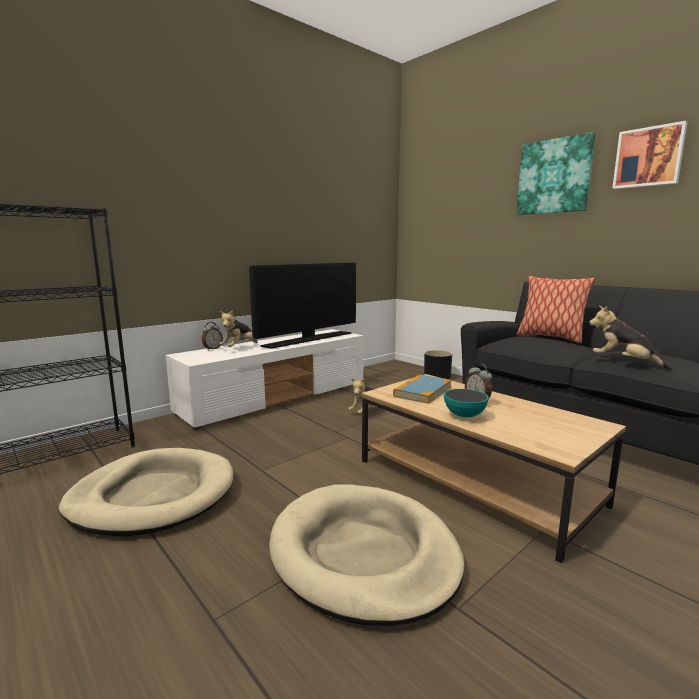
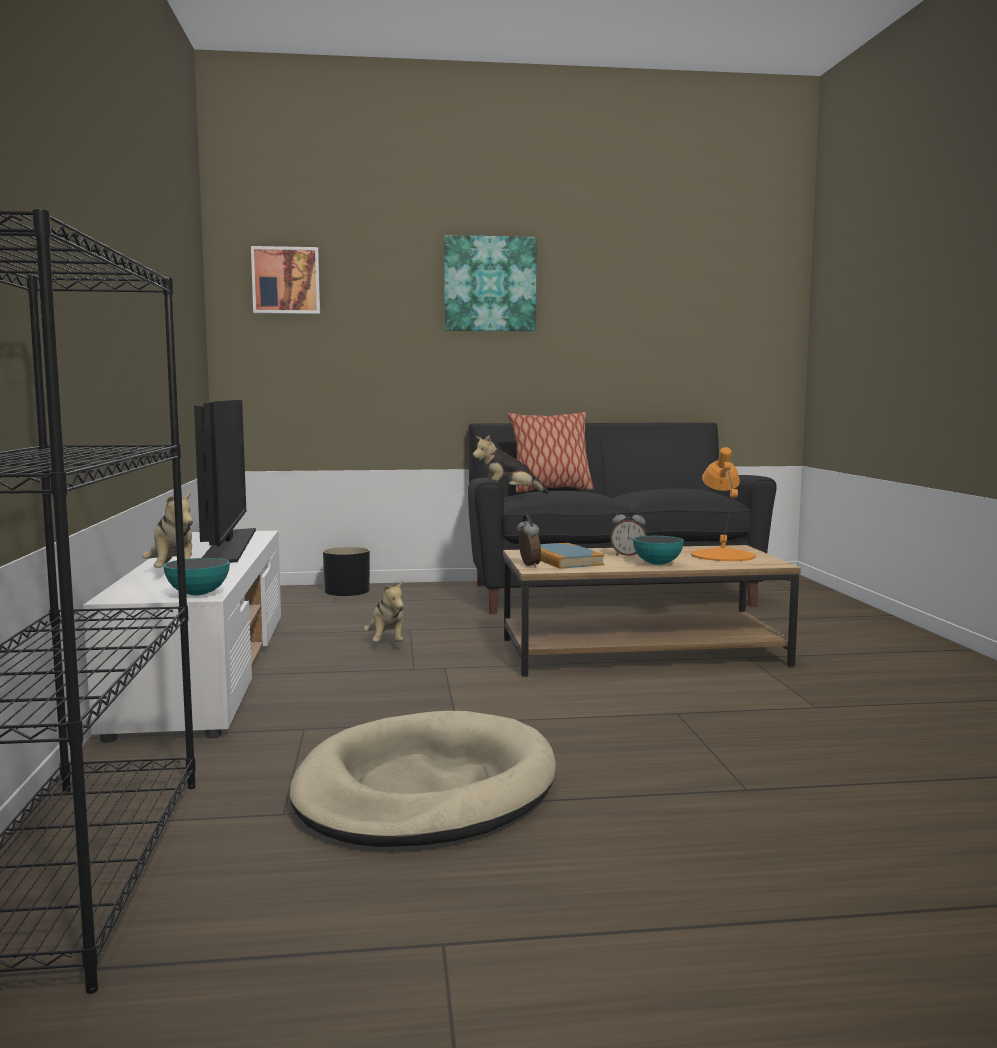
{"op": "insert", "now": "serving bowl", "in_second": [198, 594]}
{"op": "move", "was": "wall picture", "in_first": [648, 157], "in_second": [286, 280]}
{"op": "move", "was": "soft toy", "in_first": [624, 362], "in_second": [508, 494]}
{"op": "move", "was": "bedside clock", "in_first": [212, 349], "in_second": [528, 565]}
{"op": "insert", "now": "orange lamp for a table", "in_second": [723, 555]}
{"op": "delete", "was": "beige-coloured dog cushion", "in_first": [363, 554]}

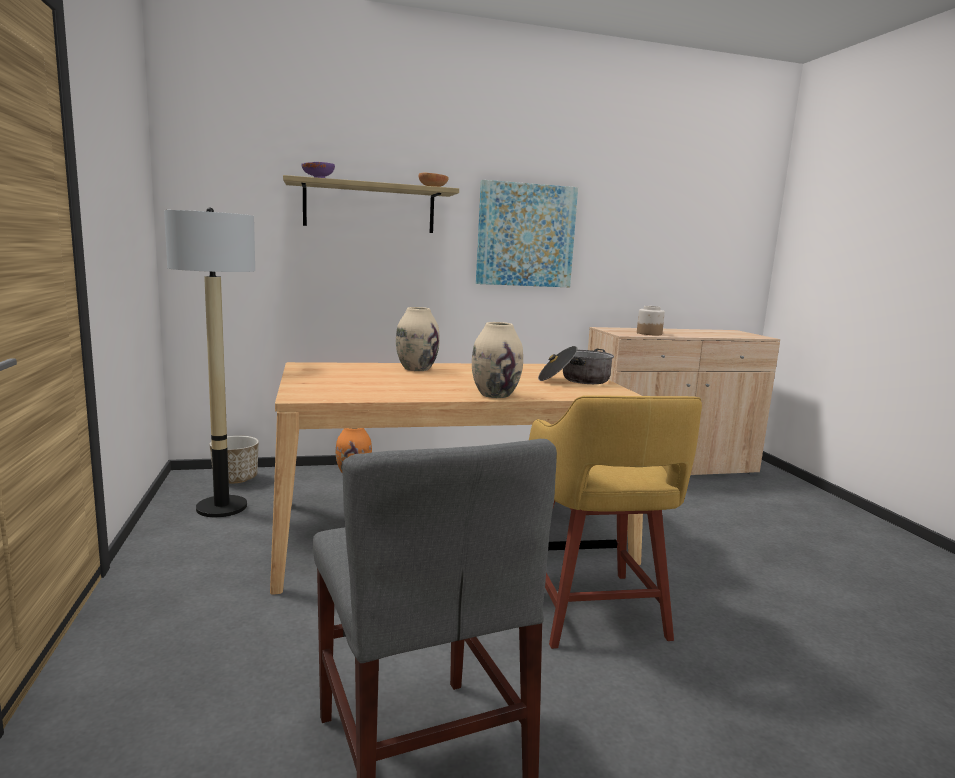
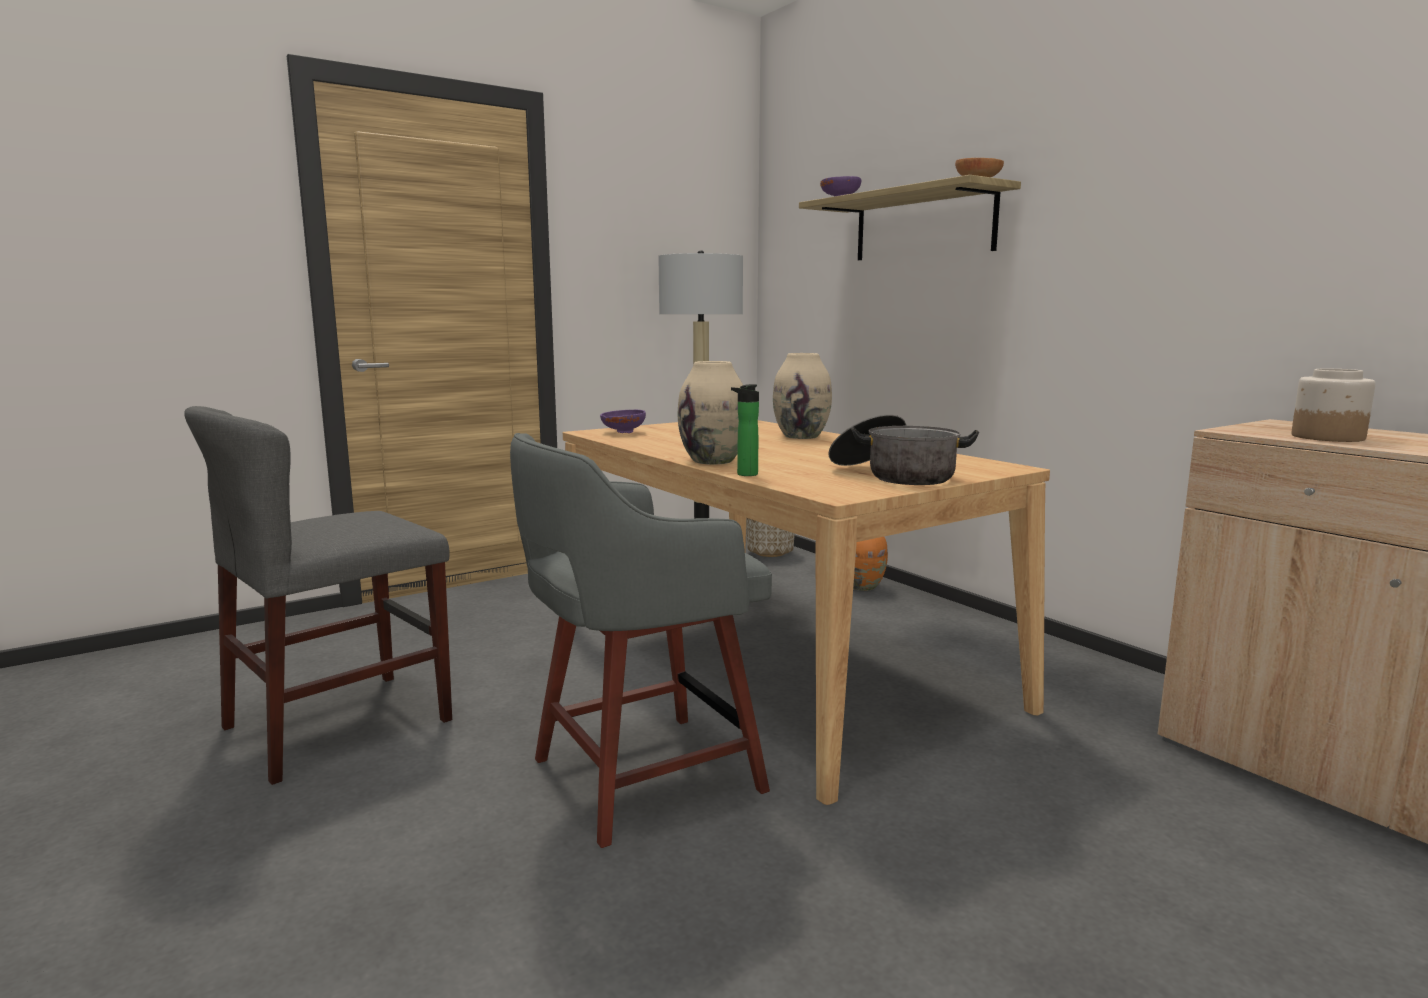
{"op": "recolor", "was": "yellow-coloured stool", "now": "greyish stool", "in_first": [592, 611], "in_second": [639, 776]}
{"op": "insert", "now": "purple-coloured serving bowl", "in_second": [622, 432]}
{"op": "insert", "now": "beverage bottle", "in_second": [745, 475]}
{"op": "delete", "was": "wall picture", "in_first": [525, 235]}

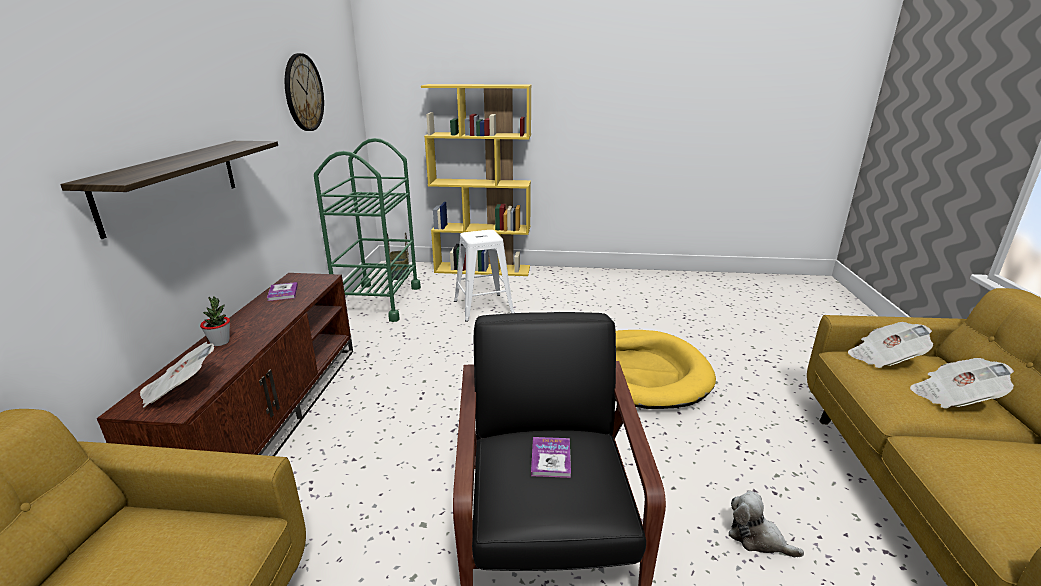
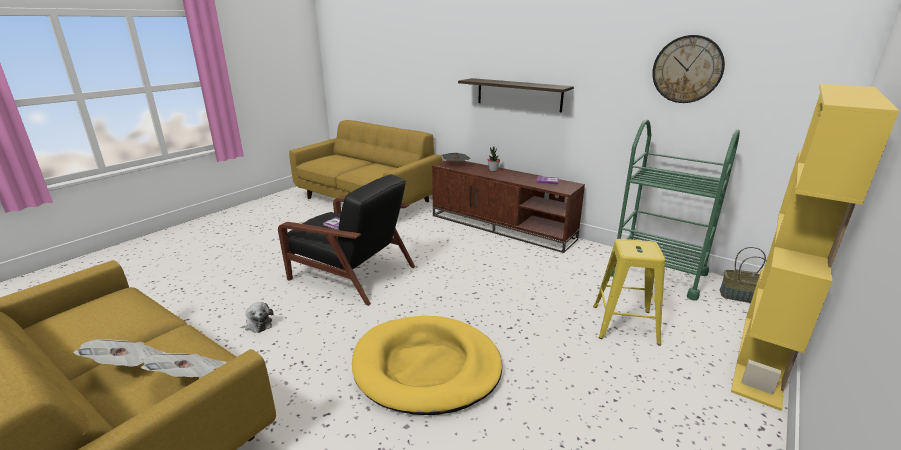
{"op": "rotate", "was": "soft toy", "in_first": [757, 538], "in_second": [258, 323], "clockwise": 75}
{"op": "recolor", "was": "white stool", "now": "yellow-coloured stool", "in_first": [484, 306], "in_second": [626, 324]}

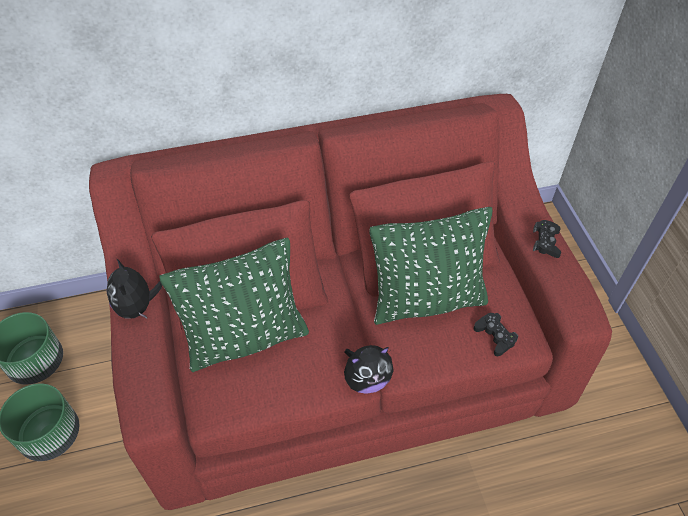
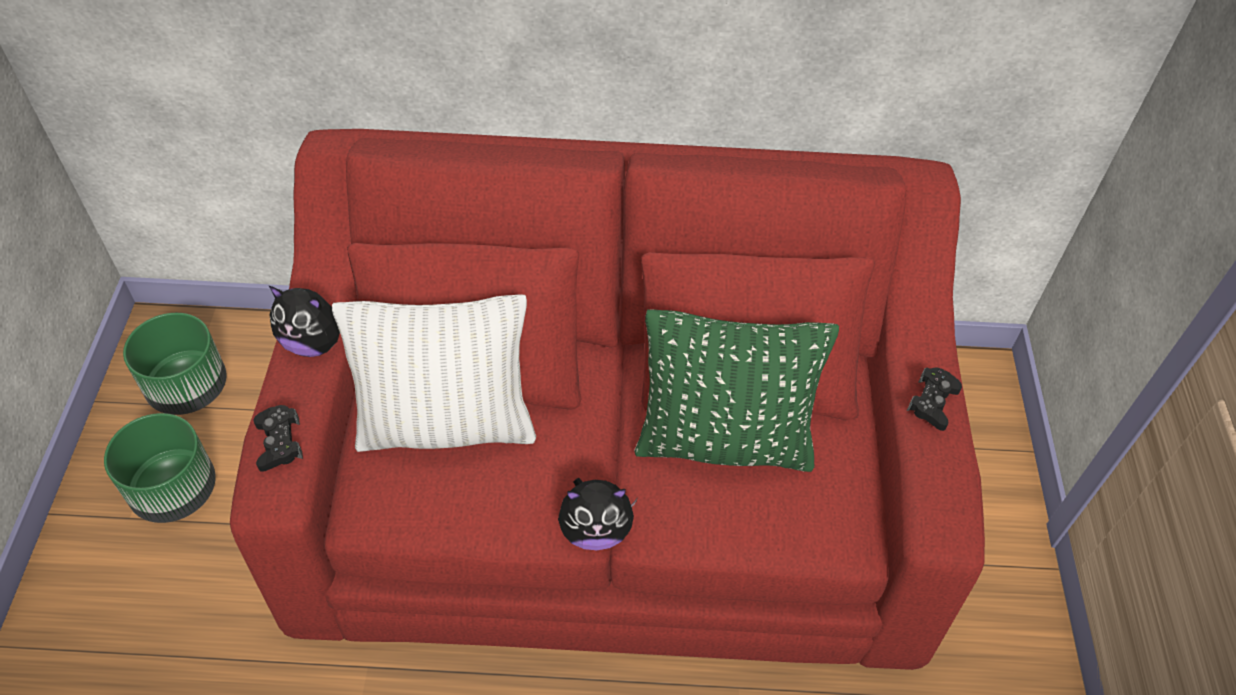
{"op": "move", "was": "black-coloured game controller", "in_first": [495, 336], "in_second": [279, 443]}
{"op": "rotate", "was": "soft toy", "in_first": [138, 307], "in_second": [314, 342], "clockwise": -75}
{"op": "recolor", "was": "green-coloured pillow", "now": "white pillow", "in_first": [246, 338], "in_second": [447, 425]}

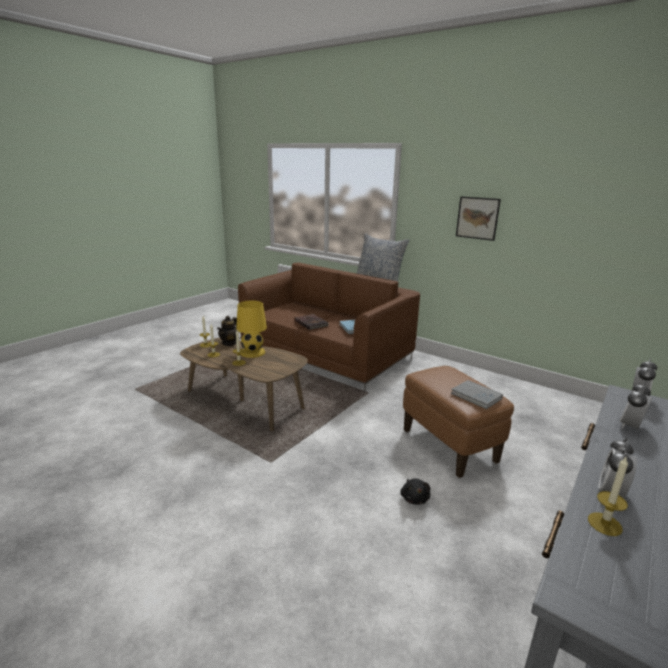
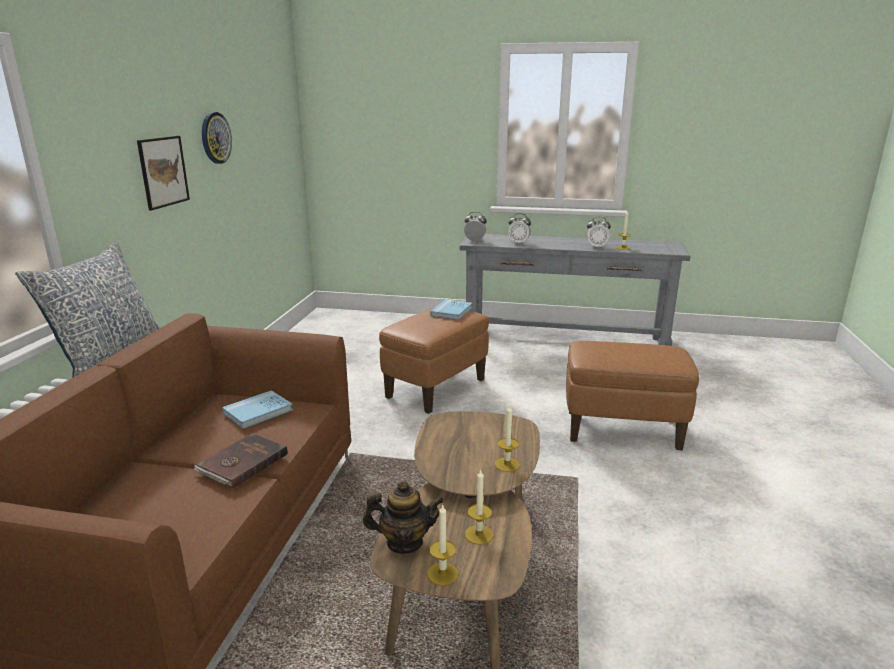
{"op": "insert", "now": "hanging clock", "in_second": [215, 138]}
{"op": "recolor", "was": "greyish volume", "now": "blue-coloured volume", "in_first": [476, 396], "in_second": [451, 311]}
{"op": "insert", "now": "brown-coloured pouffe", "in_second": [623, 430]}
{"op": "delete", "was": "yellow-coloured lamp for a table", "in_first": [253, 352]}
{"op": "delete", "was": "black-coloured soft toy", "in_first": [414, 498]}

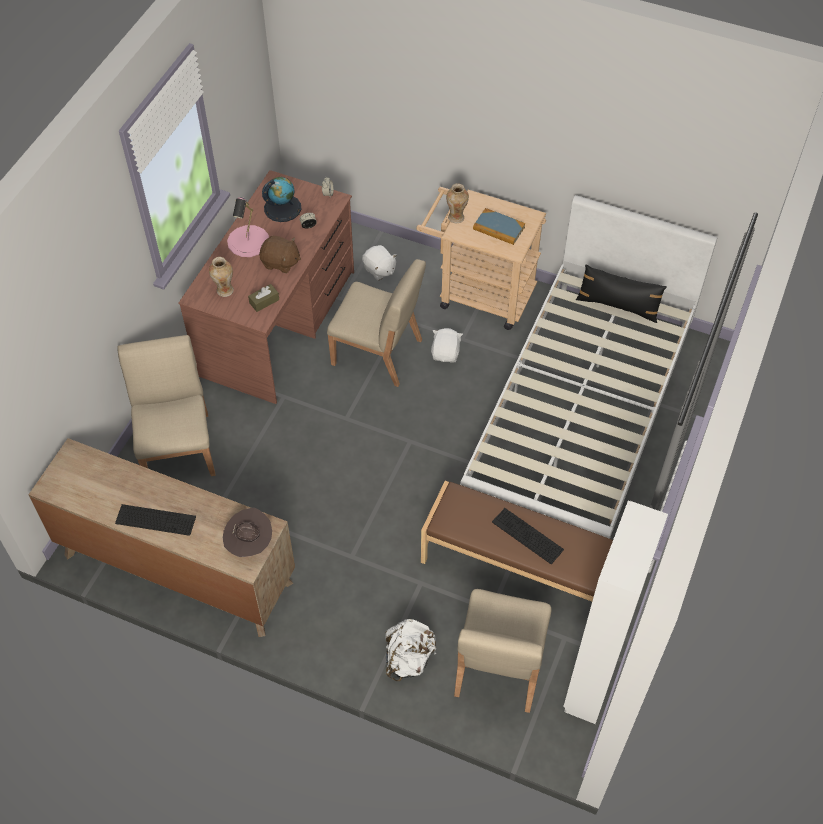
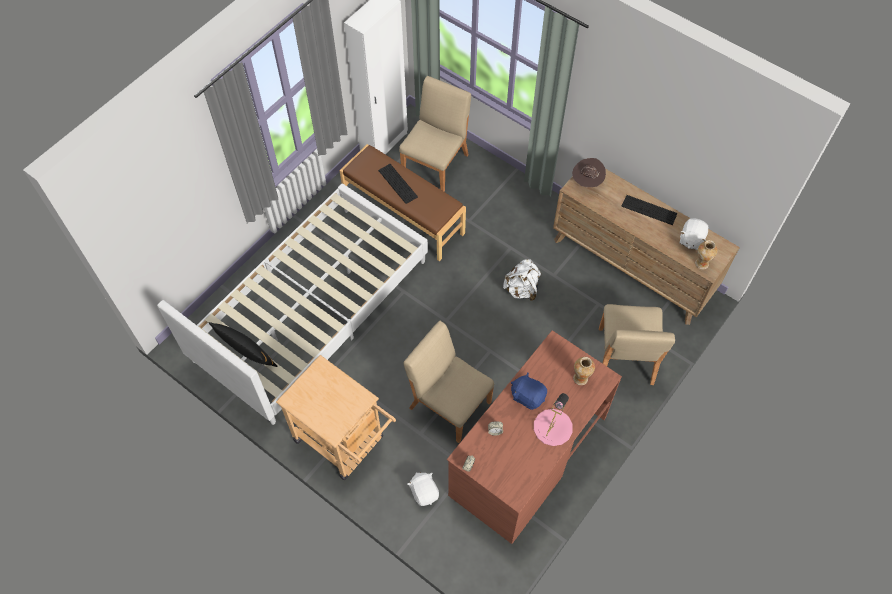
{"op": "move", "was": "white knapsack", "in_first": [408, 659], "in_second": [521, 289]}
{"op": "recolor", "was": "brown-coloured soft toy", "now": "blue-coloured soft toy", "in_first": [280, 263], "in_second": [528, 396]}
{"op": "move", "was": "white soft toy", "in_first": [446, 353], "in_second": [691, 240]}
{"op": "move", "was": "decorative vase", "in_first": [456, 217], "in_second": [701, 263]}
{"op": "delete", "was": "brown-coloured tissue box", "in_first": [264, 301]}
{"op": "delete", "was": "world globe", "in_first": [282, 208]}
{"op": "delete", "was": "volume", "in_first": [498, 228]}

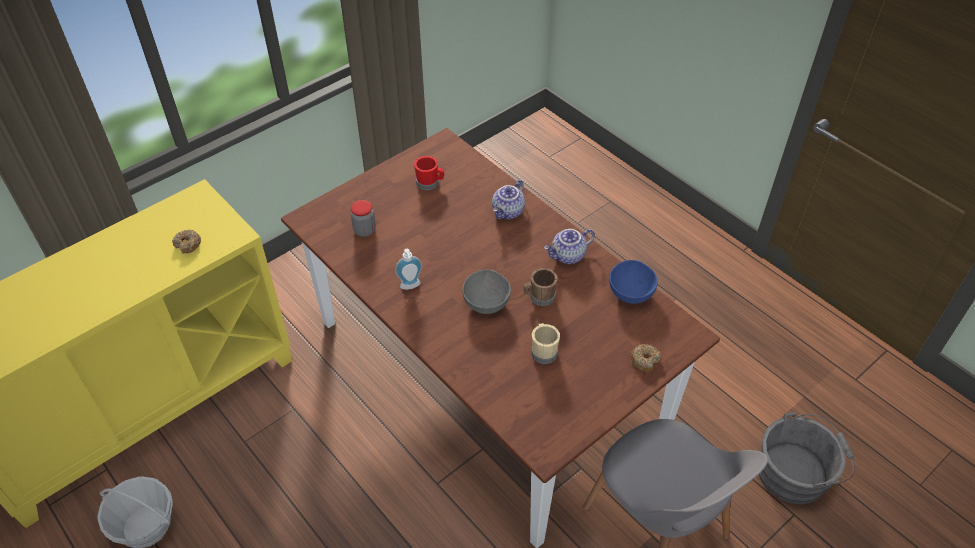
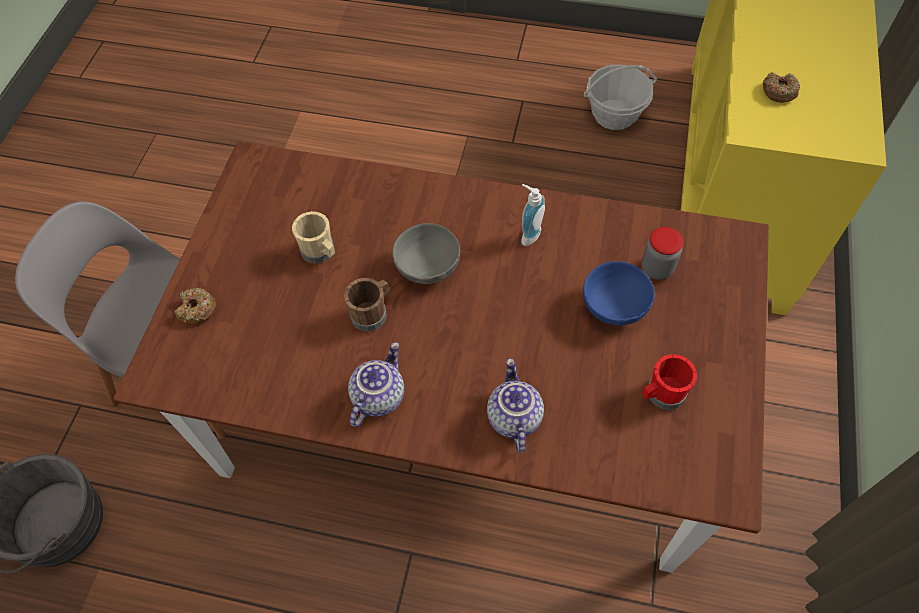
{"op": "move", "was": "blue-coloured serving bowl", "in_first": [631, 292], "in_second": [614, 308]}

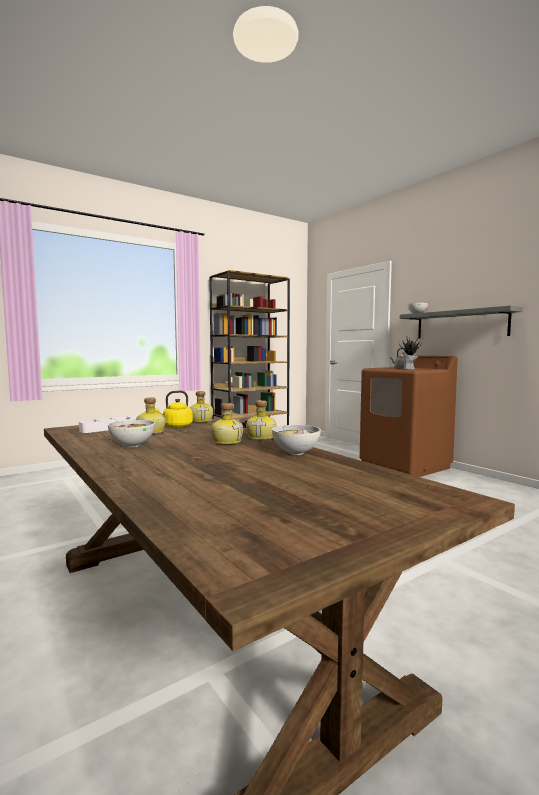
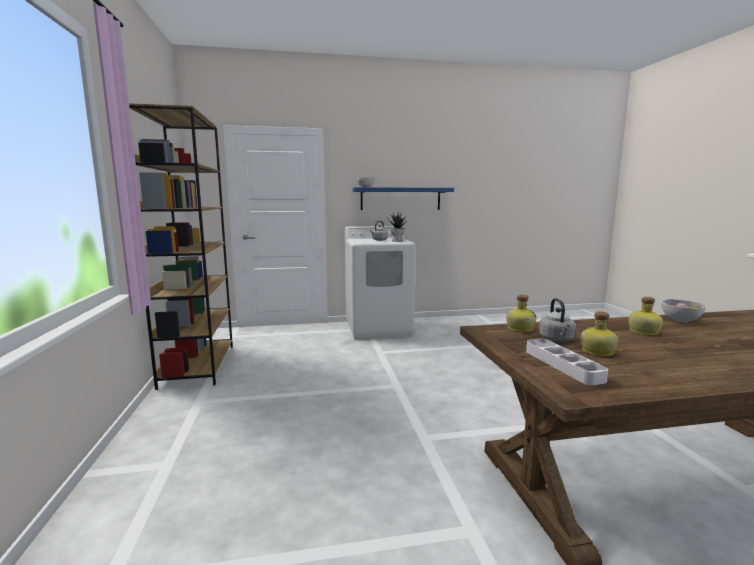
{"op": "recolor", "was": "brown-coloured washing machine", "now": "white washing machine", "in_first": [405, 466], "in_second": [378, 328]}
{"op": "recolor", "was": "greyish bracket shelf", "now": "blue-coloured bracket shelf", "in_first": [460, 324], "in_second": [400, 199]}
{"op": "recolor", "was": "yellow-coloured water kettle", "now": "greyish water kettle", "in_first": [176, 426], "in_second": [557, 340]}
{"op": "delete", "was": "serving bowl", "in_first": [132, 445]}
{"op": "delete", "was": "beverage bottle", "in_first": [262, 437]}

